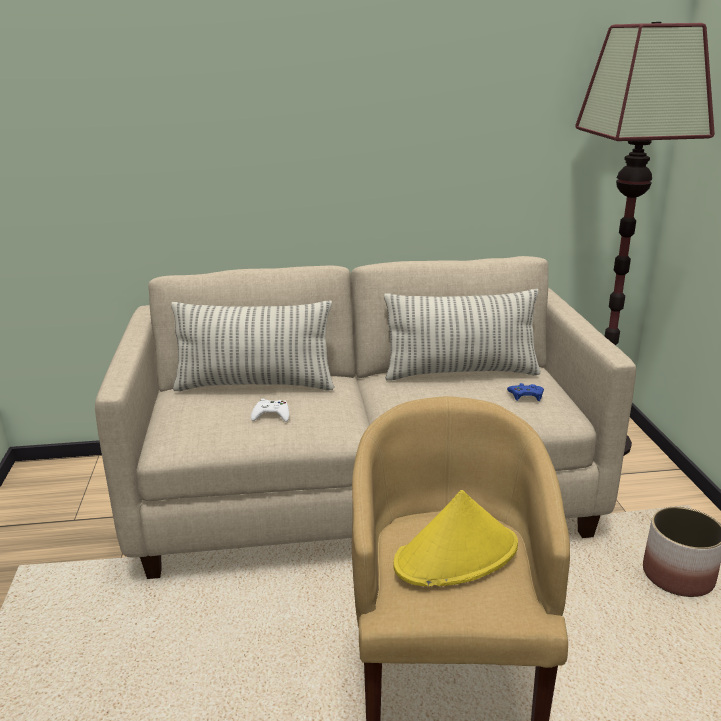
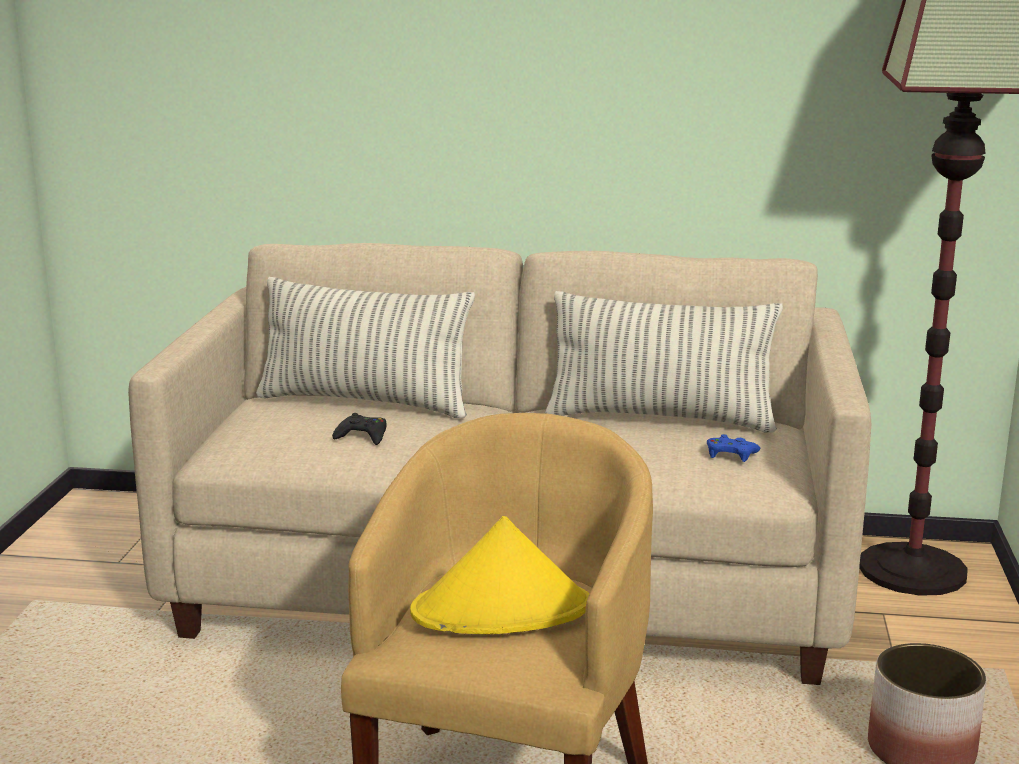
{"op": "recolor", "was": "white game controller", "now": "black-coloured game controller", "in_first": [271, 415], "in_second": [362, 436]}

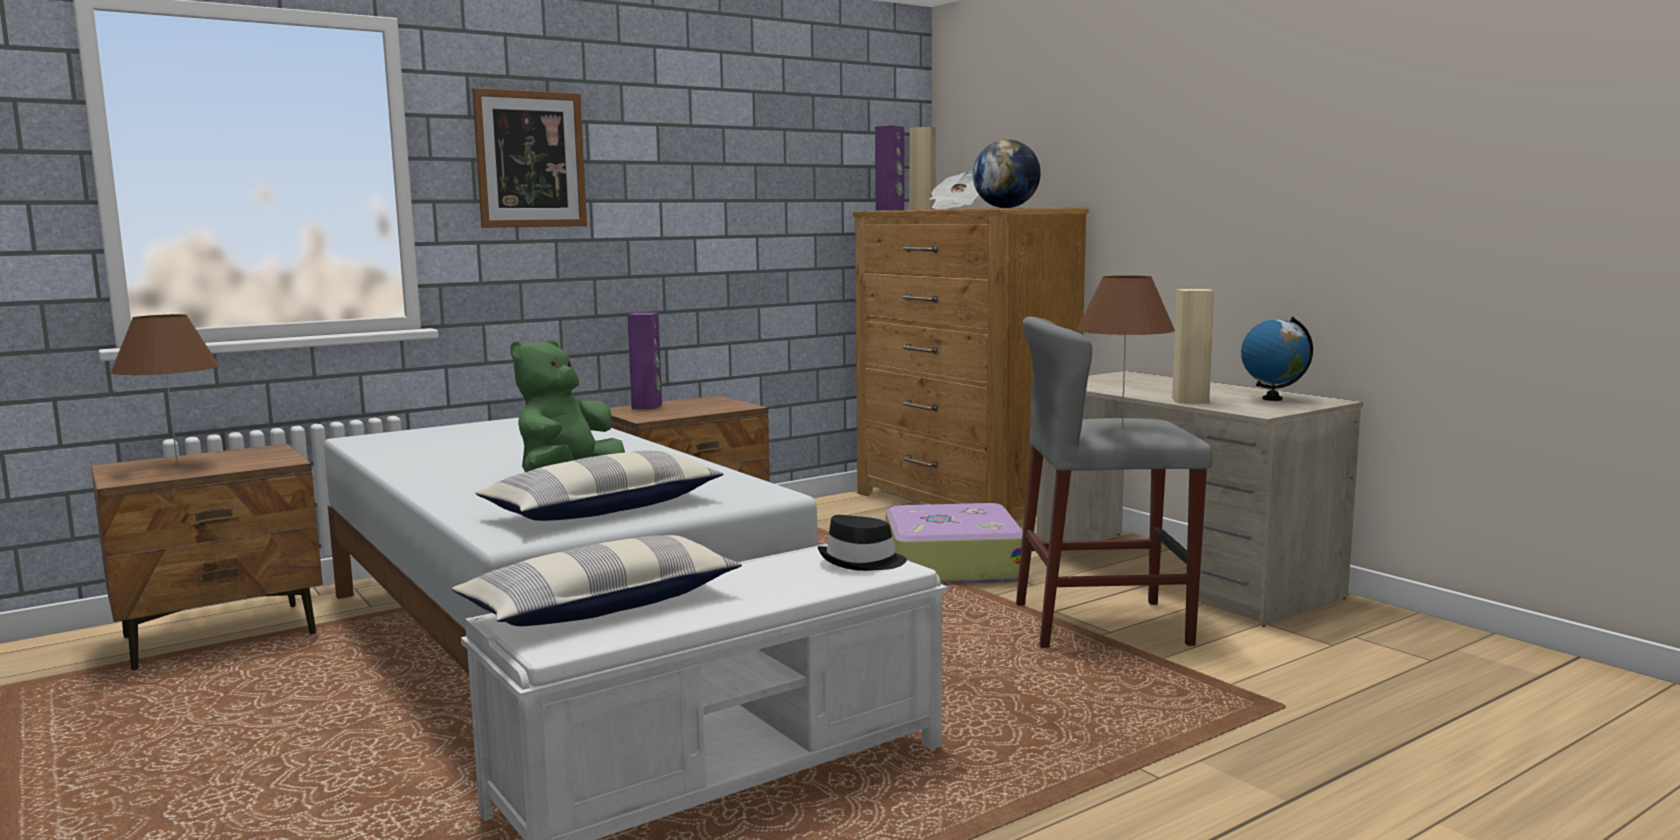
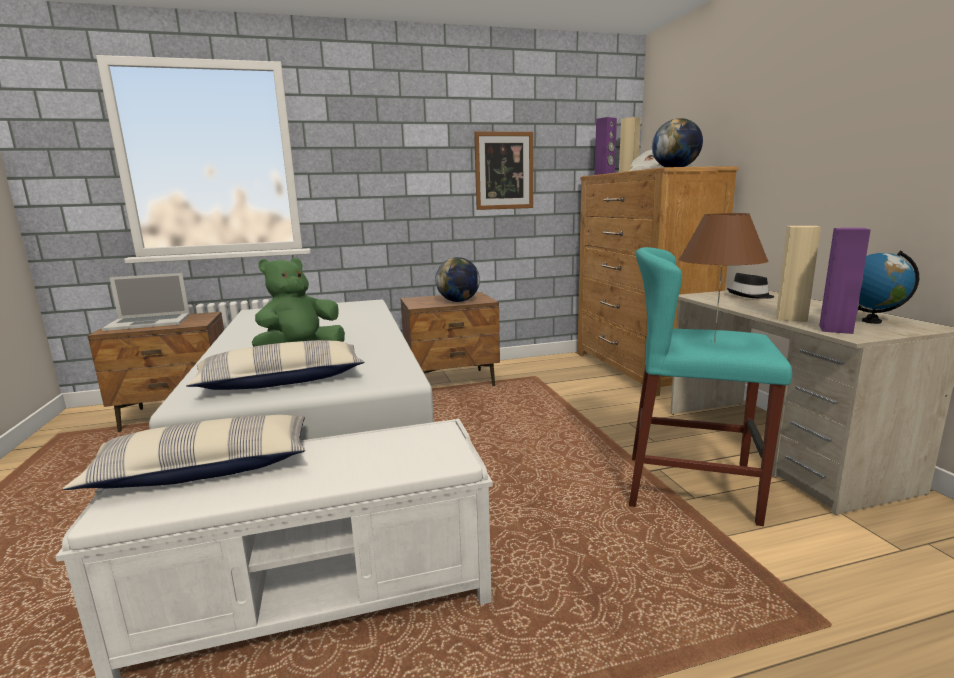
{"op": "replace", "was": "brown-coloured lamp for a table", "now": "notebook computer", "in_first": [177, 465], "in_second": [149, 322]}
{"op": "insert", "now": "world globe", "in_second": [458, 301]}
{"op": "move", "was": "wall picture", "in_first": [530, 159], "in_second": [504, 171]}
{"op": "recolor", "was": "greyish stool", "now": "turquoise stool", "in_first": [1102, 624], "in_second": [690, 489]}
{"op": "move", "was": "black-coloured wearable hat", "in_first": [862, 562], "in_second": [750, 296]}
{"op": "move", "was": "purple-coloured audio speaker", "in_first": [647, 407], "in_second": [836, 329]}
{"op": "delete", "was": "suitcase", "in_first": [951, 565]}

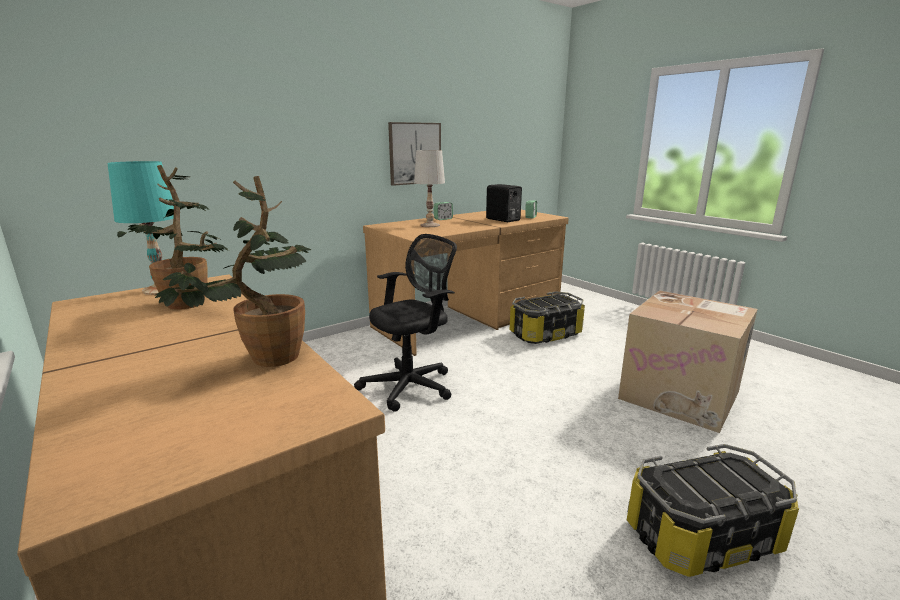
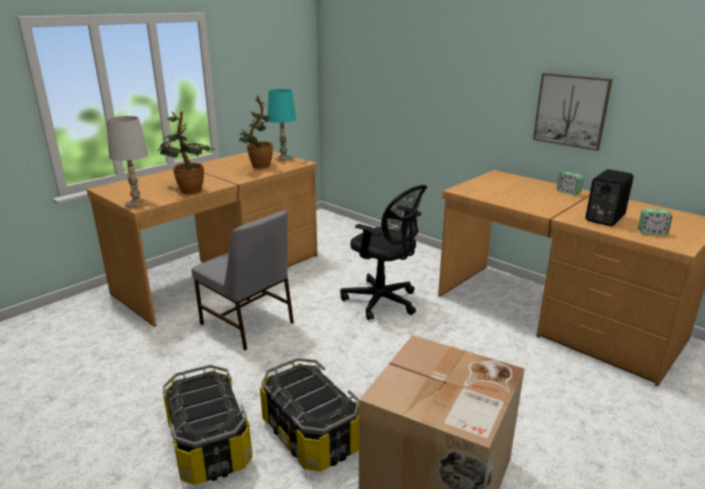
{"op": "move", "was": "white lamp for a table", "in_first": [430, 225], "in_second": [136, 203]}
{"op": "insert", "now": "greyish plain chair", "in_second": [247, 324]}
{"op": "move", "was": "storage bin", "in_first": [546, 334], "in_second": [310, 434]}

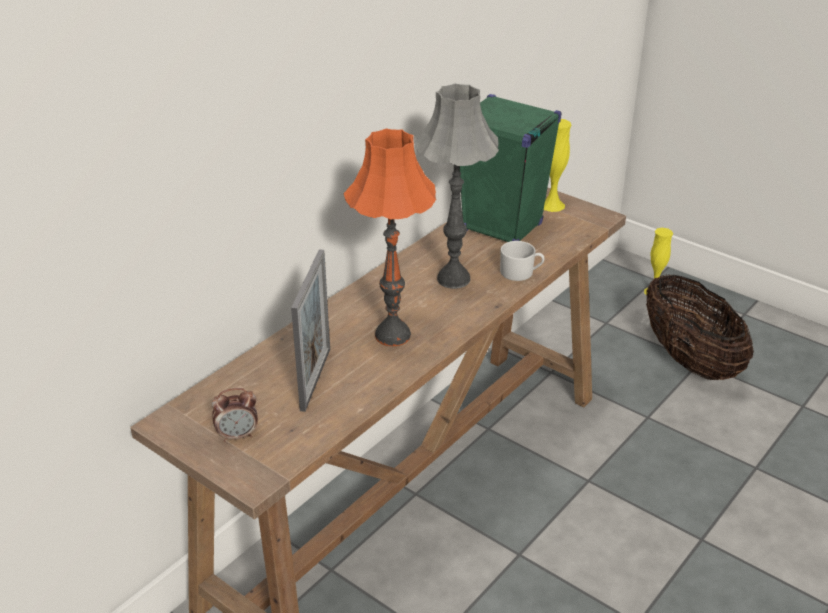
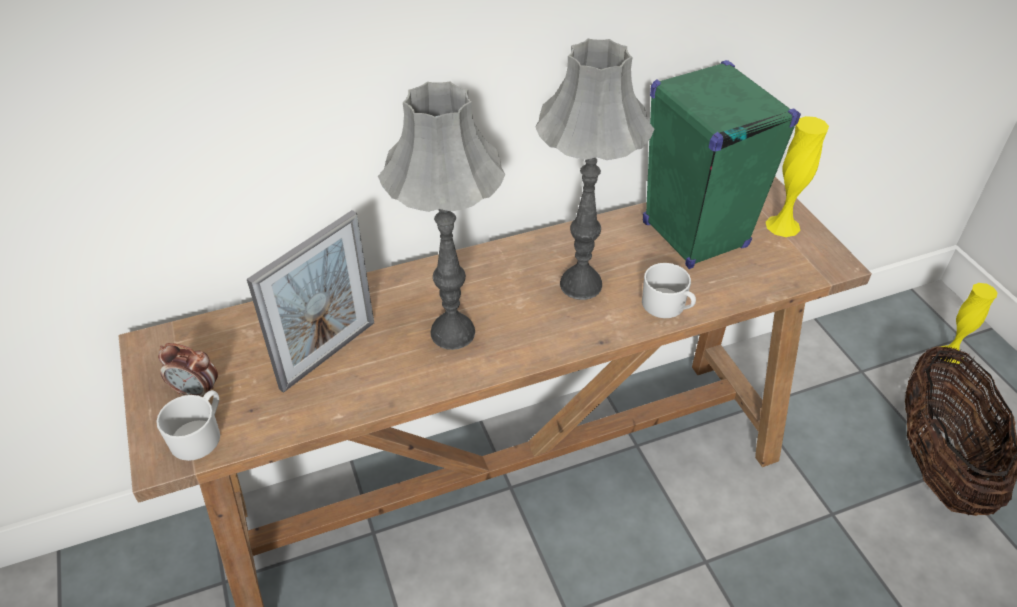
{"op": "insert", "now": "white mug", "in_second": [200, 435]}
{"op": "recolor", "was": "orange lamp for a table", "now": "greyish lamp for a table", "in_first": [393, 335], "in_second": [453, 333]}

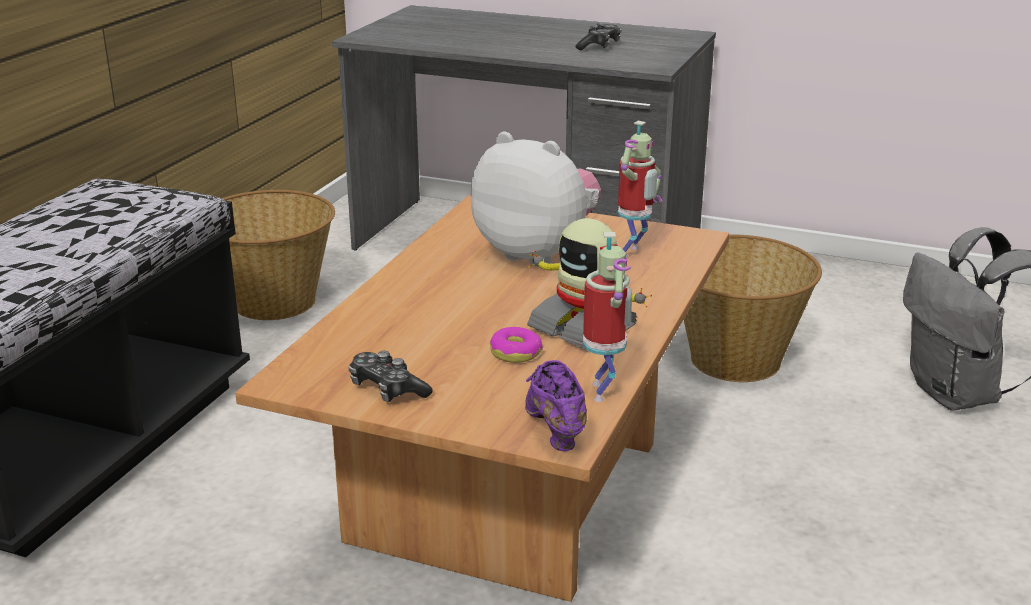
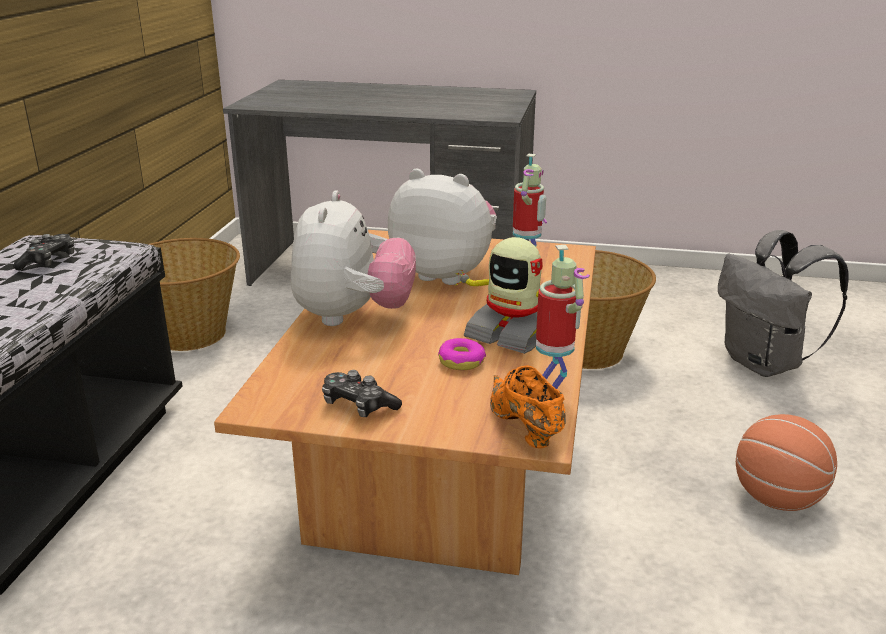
{"op": "move", "was": "game controller", "in_first": [599, 46], "in_second": [49, 261]}
{"op": "insert", "now": "soft toy", "in_second": [353, 316]}
{"op": "recolor", "was": "purple-coloured low shoe", "now": "orange low shoe", "in_first": [554, 429], "in_second": [524, 428]}
{"op": "insert", "now": "ball for basketball", "in_second": [776, 498]}

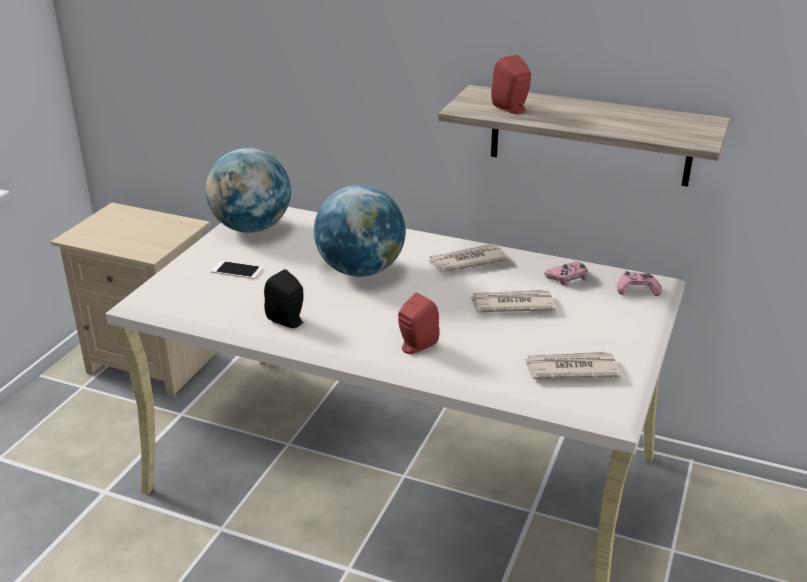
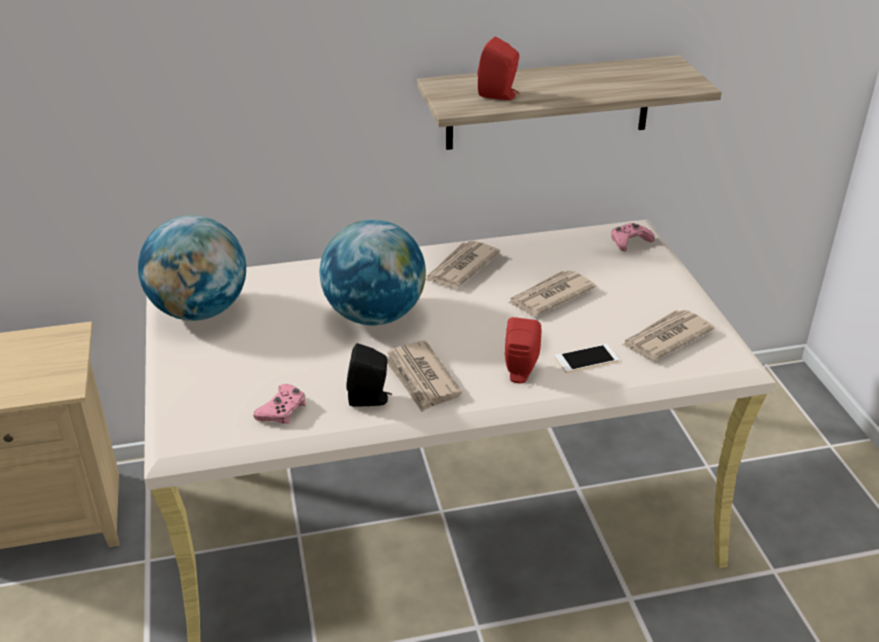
{"op": "move", "was": "pink-coloured game controller", "in_first": [568, 278], "in_second": [282, 410]}
{"op": "insert", "now": "daily paper", "in_second": [421, 379]}
{"op": "move", "was": "telephone", "in_first": [237, 270], "in_second": [586, 359]}

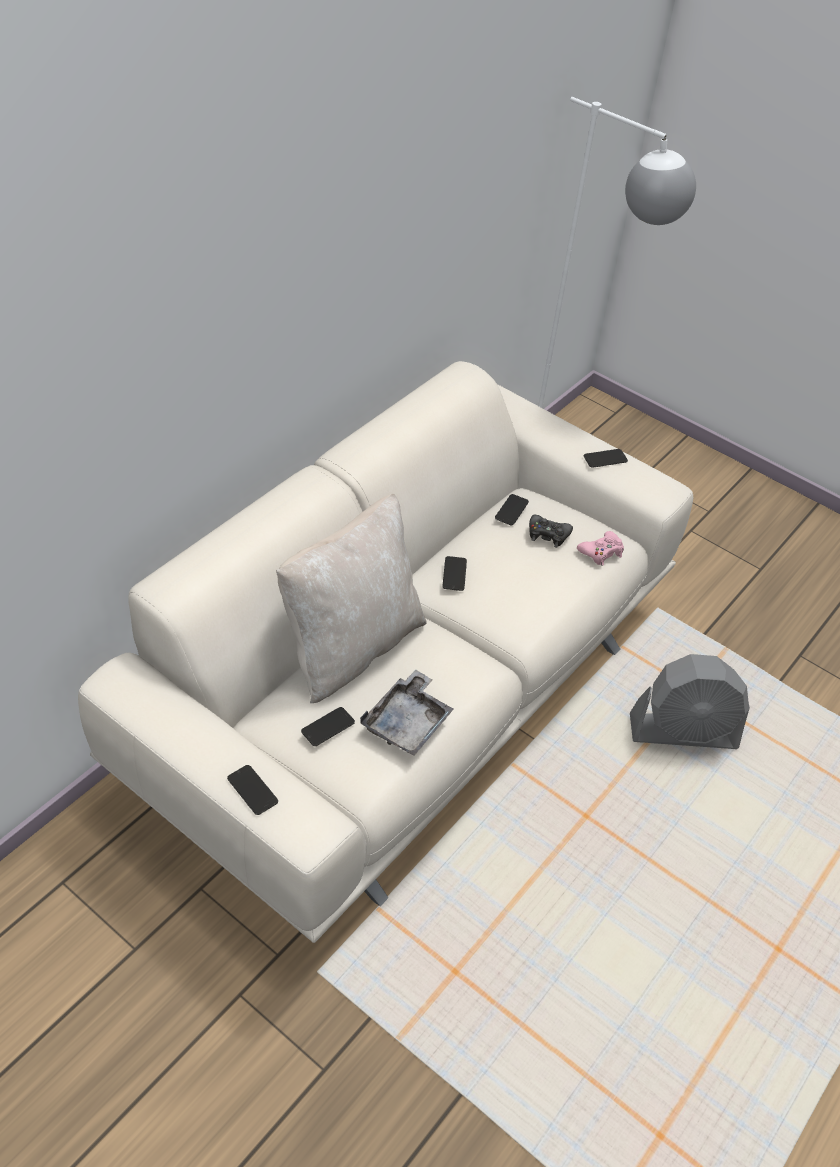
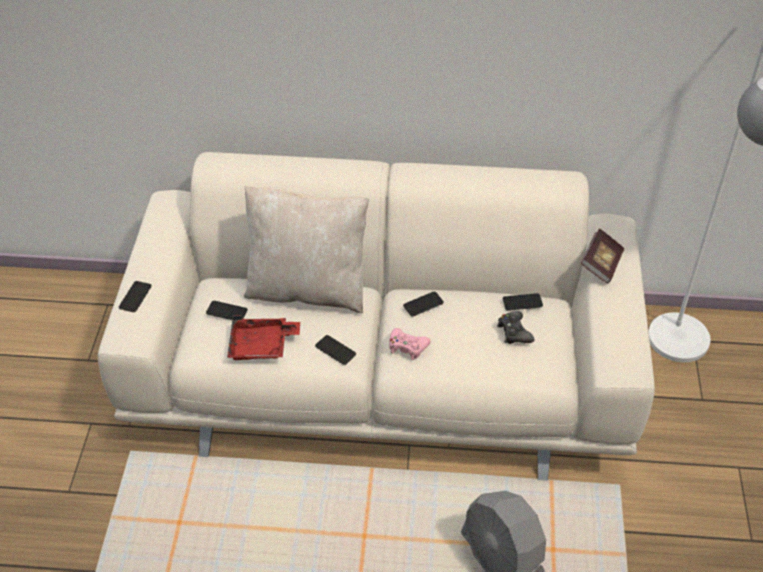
{"op": "recolor", "was": "greyish serving tray", "now": "reddish serving tray", "in_first": [407, 723], "in_second": [261, 346]}
{"op": "move", "was": "telephone", "in_first": [605, 459], "in_second": [335, 350]}
{"op": "move", "was": "pink-coloured game controller", "in_first": [601, 552], "in_second": [407, 347]}
{"op": "insert", "now": "volume", "in_second": [601, 264]}

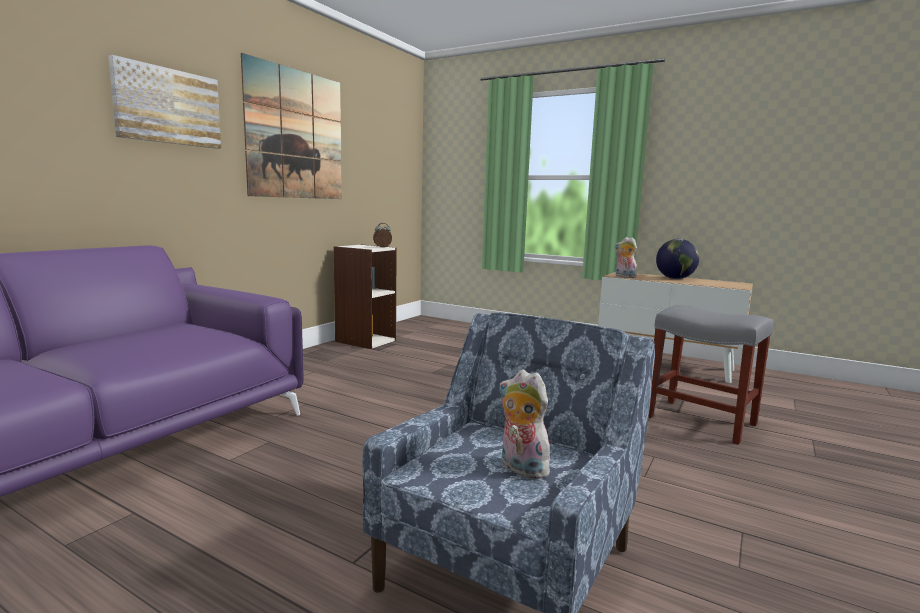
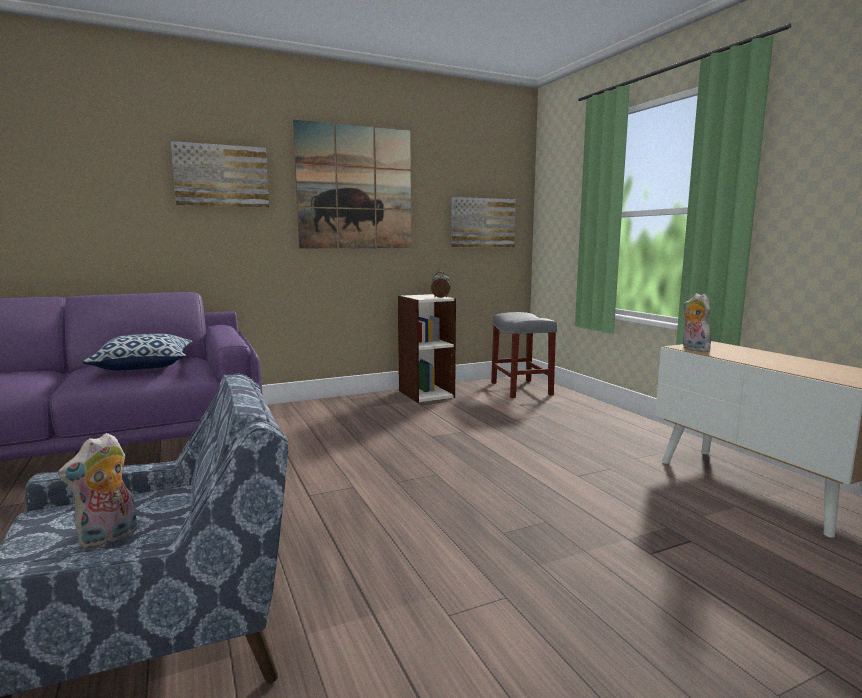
{"op": "rotate", "was": "soft toy", "in_first": [520, 468], "in_second": [108, 539], "clockwise": -135}
{"op": "insert", "now": "pillow", "in_second": [144, 366]}
{"op": "insert", "now": "wall picture", "in_second": [482, 223]}
{"op": "move", "was": "greyish stool", "in_first": [702, 421], "in_second": [521, 389]}
{"op": "delete", "was": "world globe", "in_first": [675, 279]}

